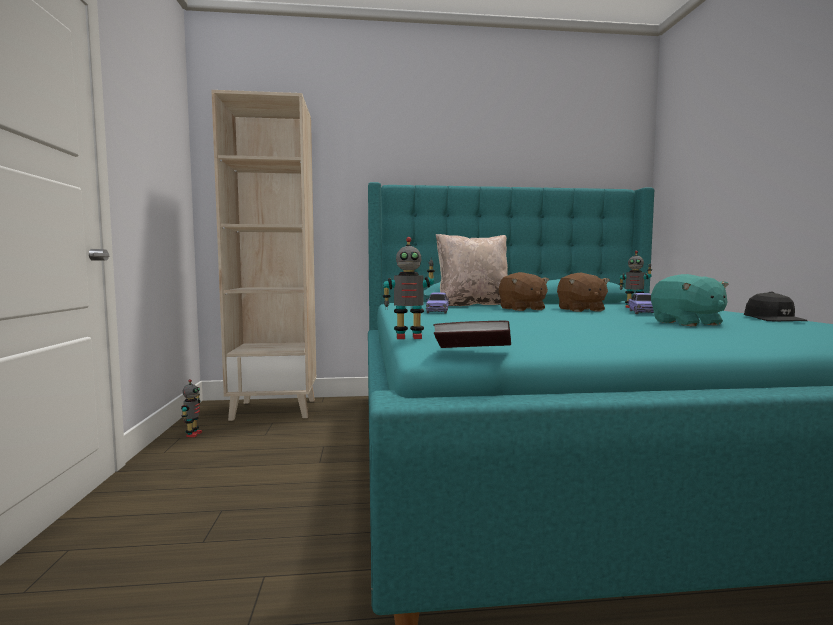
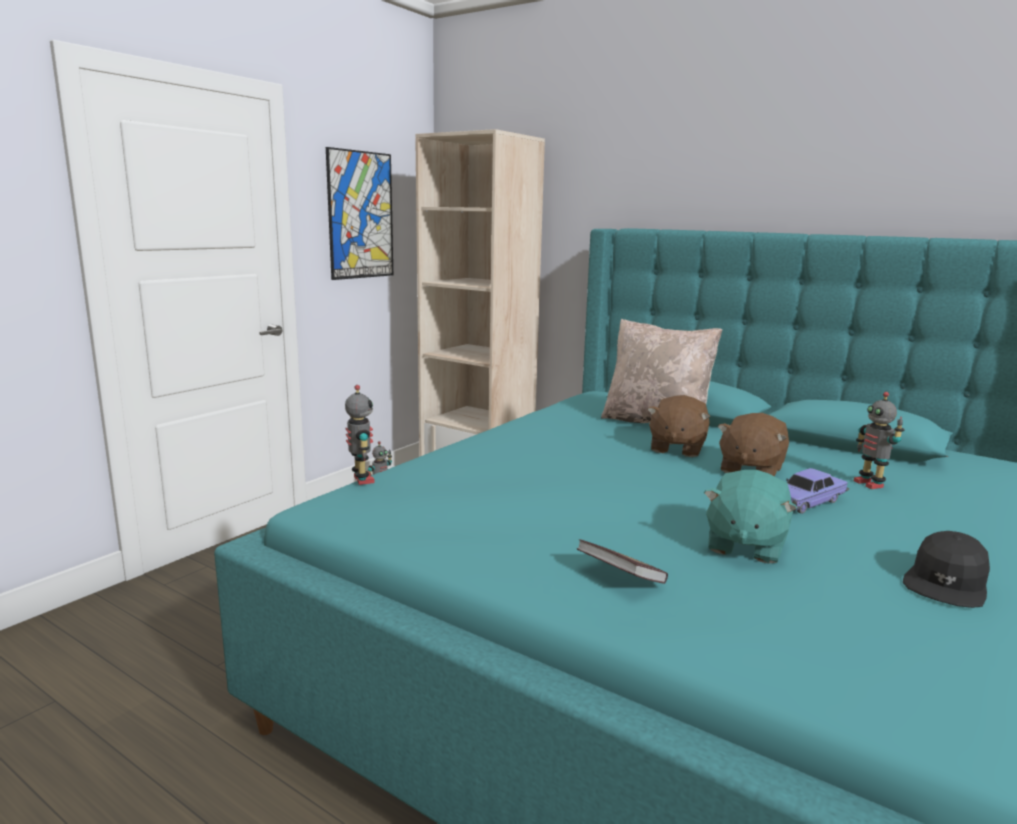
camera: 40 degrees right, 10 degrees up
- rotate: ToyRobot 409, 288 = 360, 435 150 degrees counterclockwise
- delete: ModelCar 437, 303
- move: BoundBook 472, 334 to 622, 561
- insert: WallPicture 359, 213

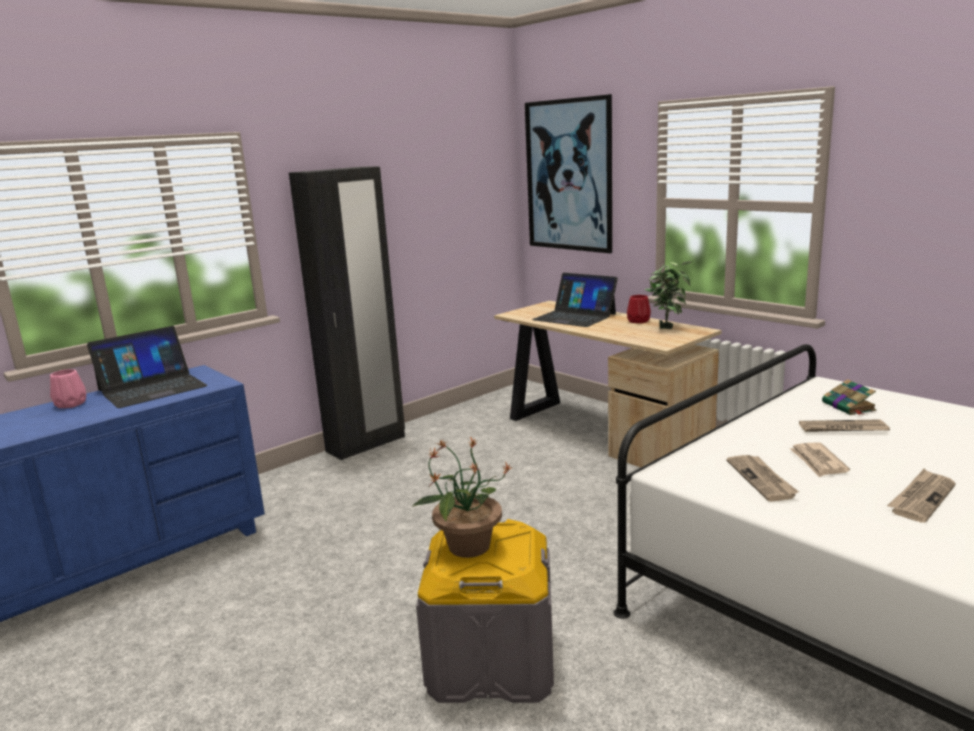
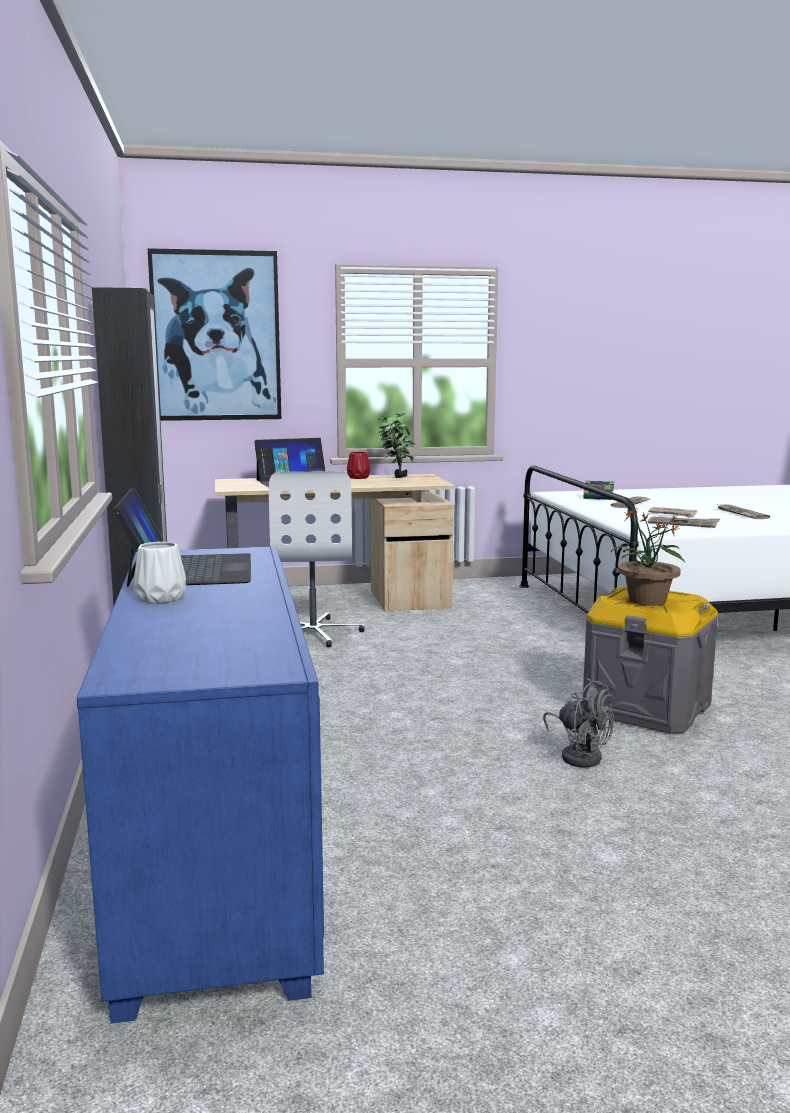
camera: 60 degrees left, 5 degrees down
- recolor: PinkColouredDecorativeVase 68, 388 to WhitishDecorativeVase 160, 573
- insert: WhitishOfficeChair 317, 559
- insert: GrayCoolingFan 578, 723

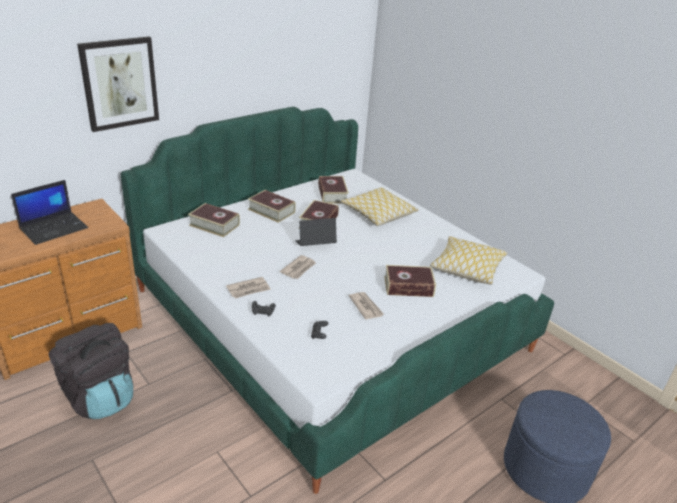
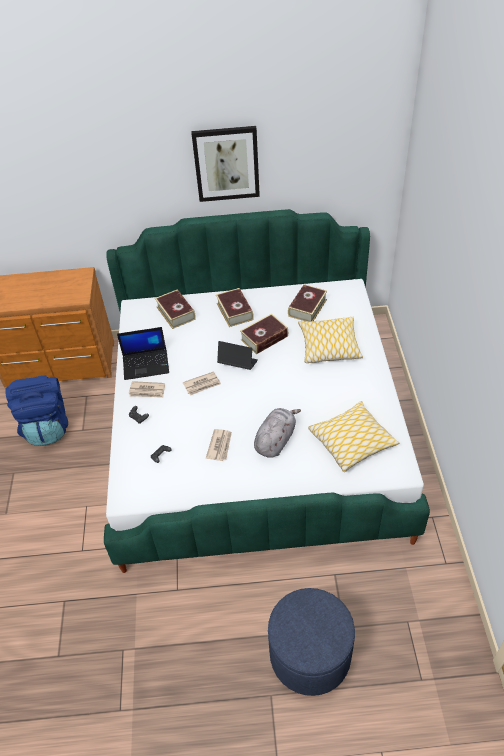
camera: 40 degrees right, 15 degrees up
- move: WallPicture 118, 84 to 225, 164
- move: PortableComputer 49, 212 to 143, 353
- replace: BoundBook 410, 281 to GrayPlushToy 277, 433
- recolor: BlackishBackpack 91, 371 to BlueColouredBackpack 36, 410

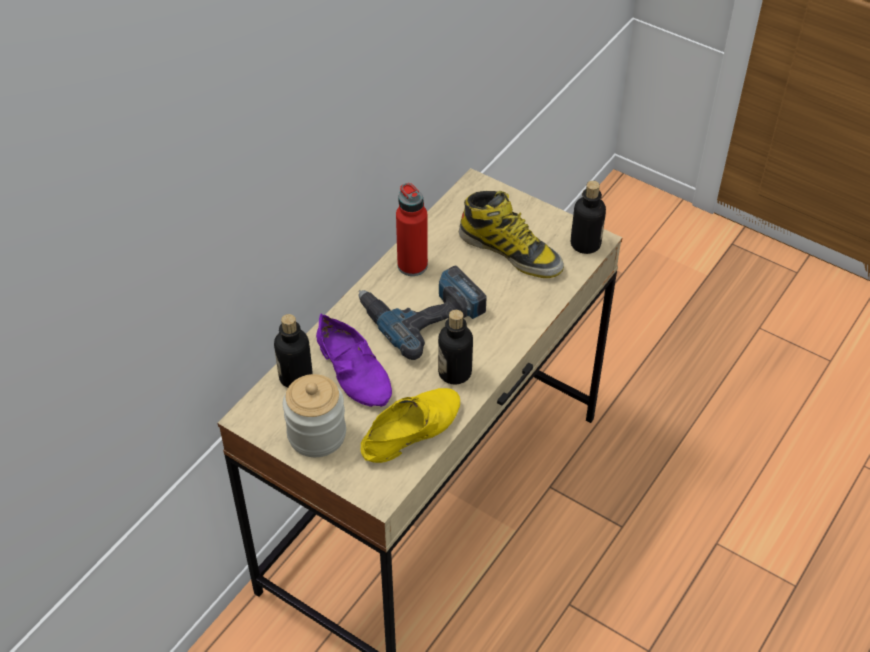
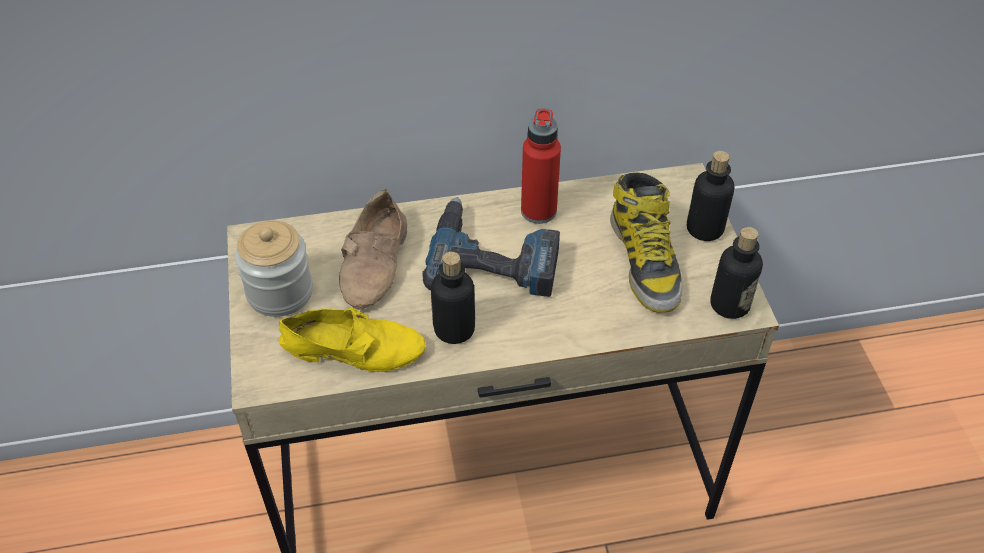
camera: 45 degrees right, 0 degrees up
- recolor: PurpleColouredLowShoe 354, 360 to BeigeLowShoe 373, 249
- move: DrinkBottle 293, 351 to 711, 196

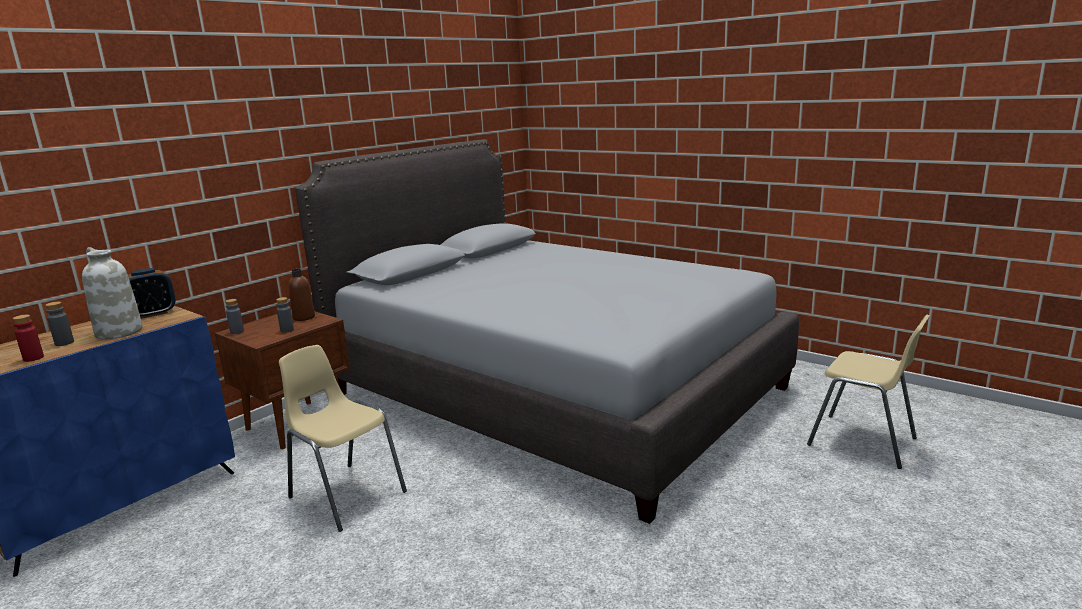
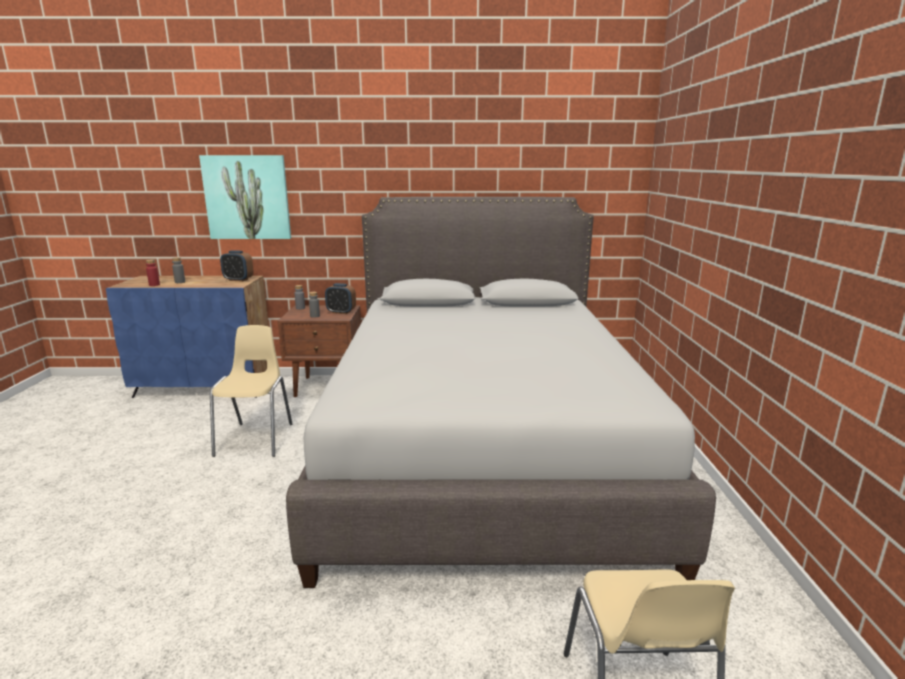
camera: 50 degrees right, 0 degrees up
- delete: WhitishDecorativeVase 112, 293
- replace: BrownishDrinkBottle 301, 295 to BedsideClock 340, 298
- insert: WallPicture 245, 197

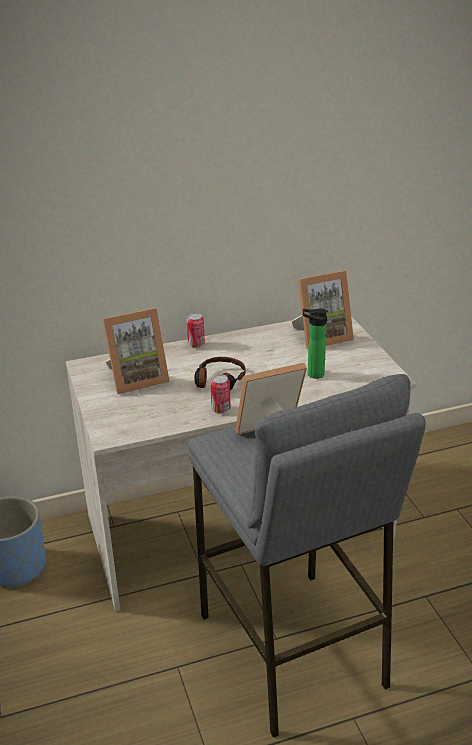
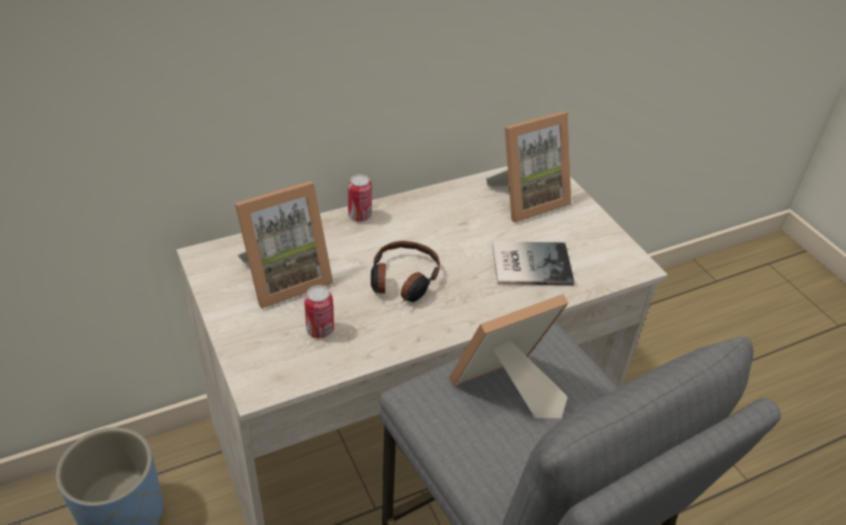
camera: 10 degrees left, 10 degrees up
- replace: DrinkBottle 315, 343 to BoundBook 533, 263
- move: SealedCan 220, 393 to 319, 312

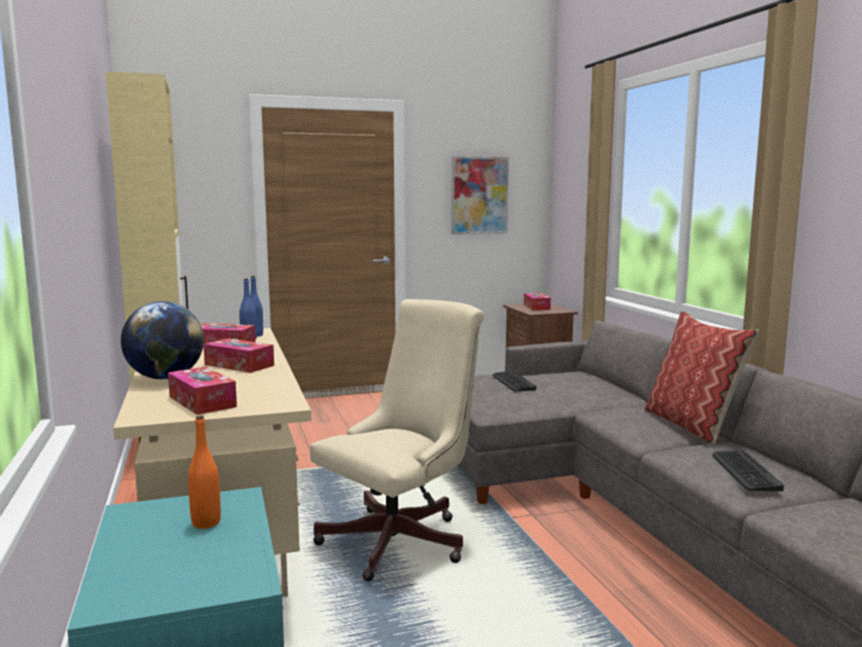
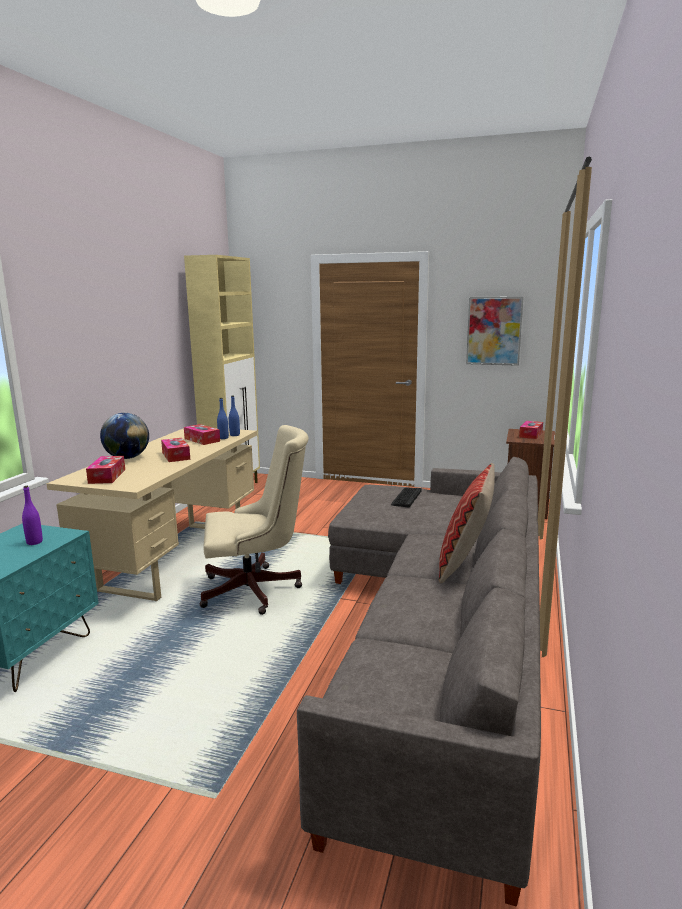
camera: 35 degrees right, 5 degrees up
- recolor: OrangeDrinkBottle 204, 472 to PurpleColouredDrinkBottle 32, 515
- delete: PcKeyboard 748, 470

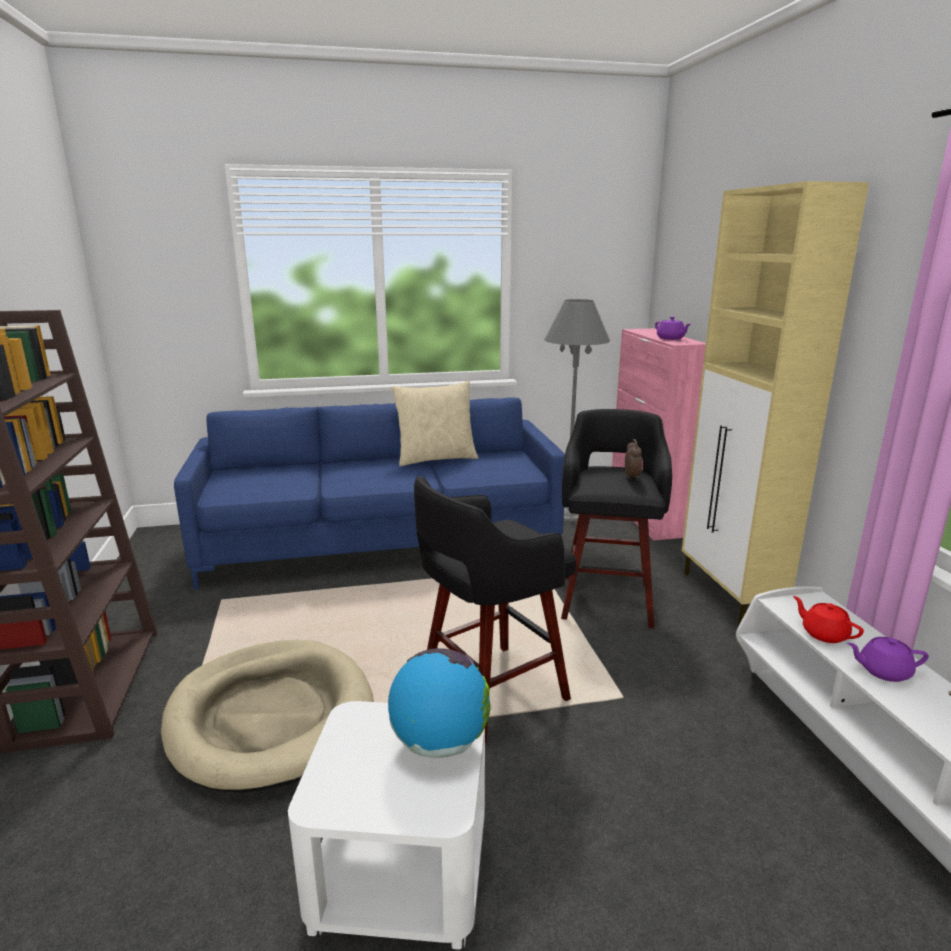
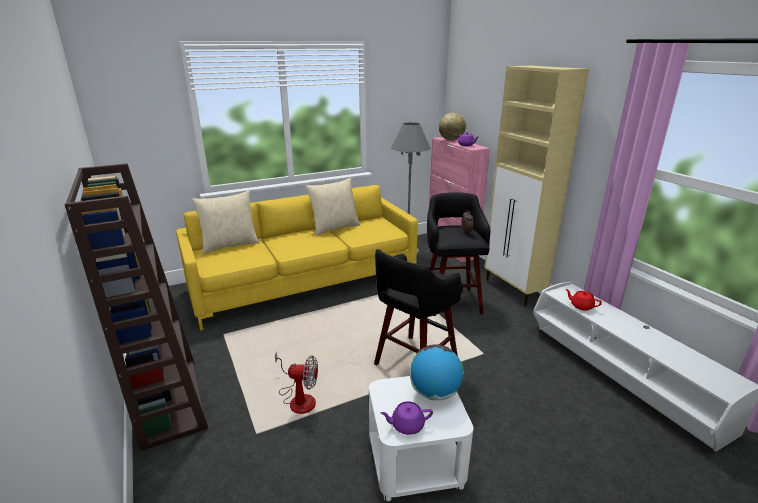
camera: 15 degrees left, 5 degrees up
- recolor: BlueColouredCouch 369, 493 to YellowishCouch 297, 258
- move: PurpleColouredPotForTea 888, 659 to 406, 418
- replace: BeigeDogBed 267, 716 to CoolingFan 296, 383
- insert: Globe 452, 126
- insert: BeigeThrowPillow 226, 222

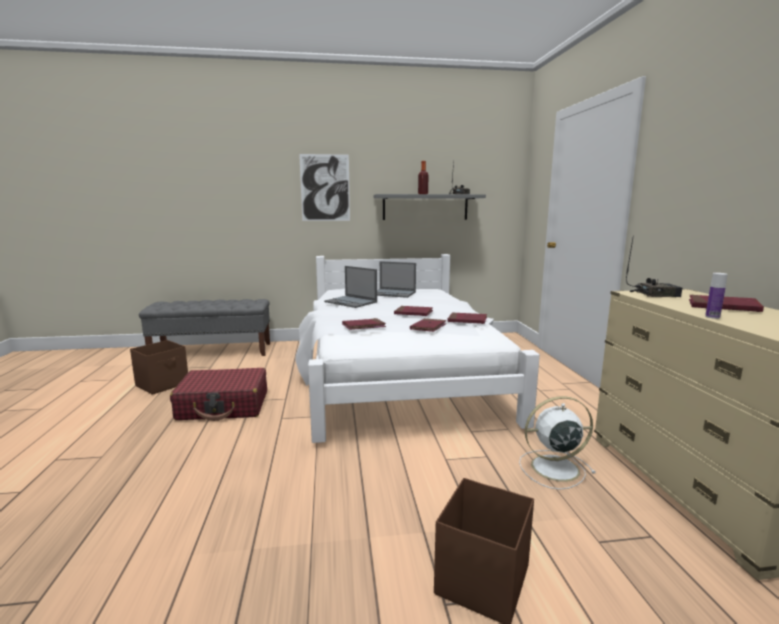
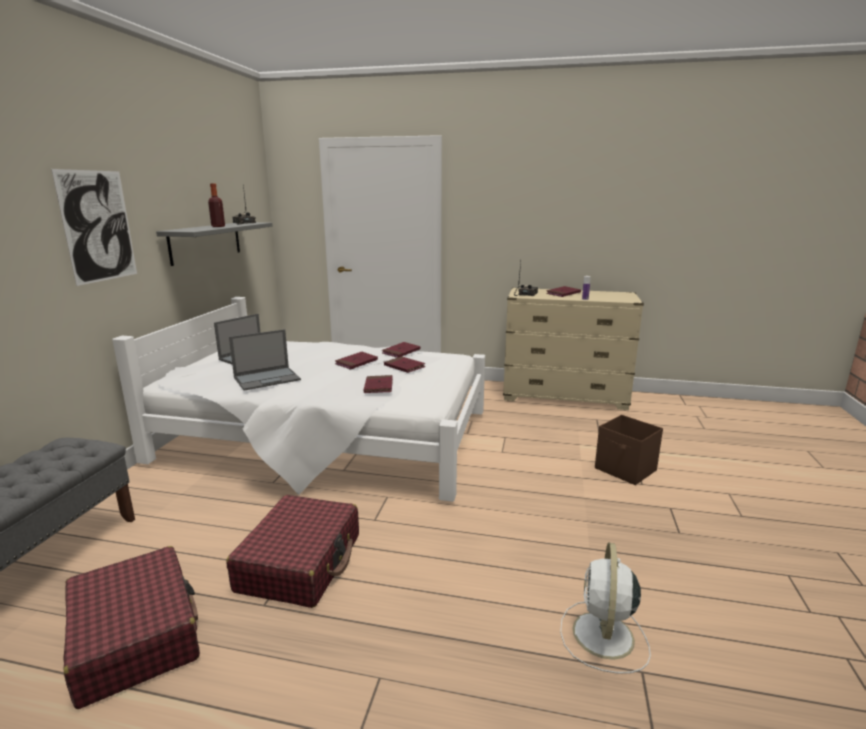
camera: 70 degrees left, 5 degrees up
- replace: BrownishStorageBin 159, 367 to RedSuitcase 131, 627
- move: WhitishCoolingFan 557, 443 to 605, 608

